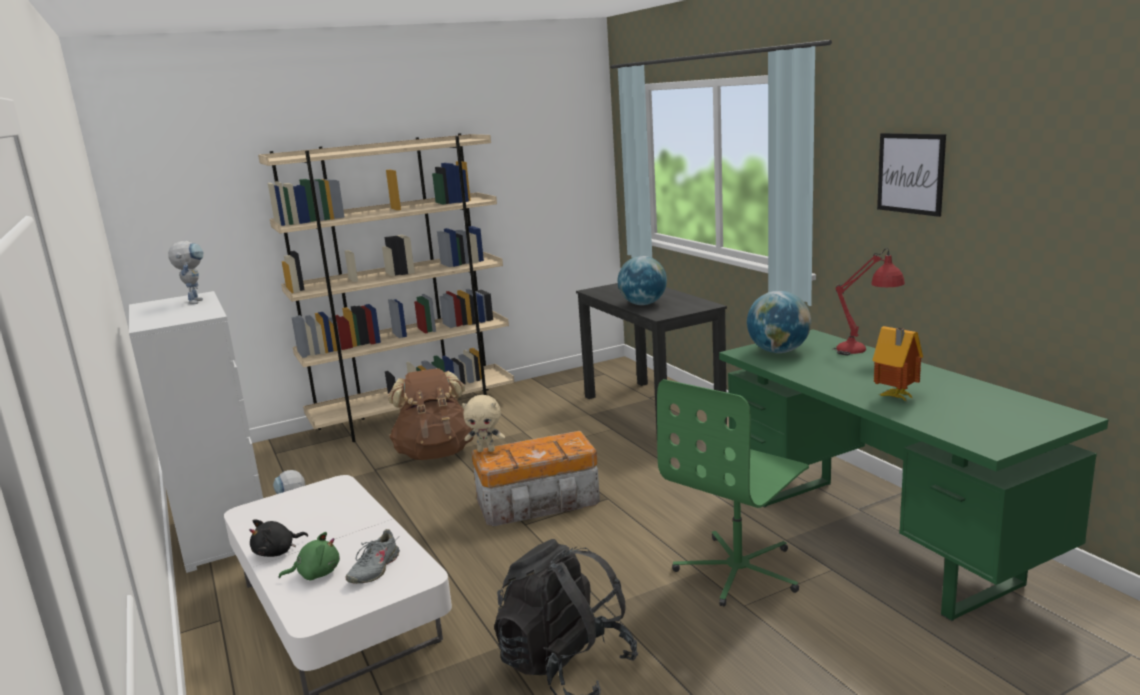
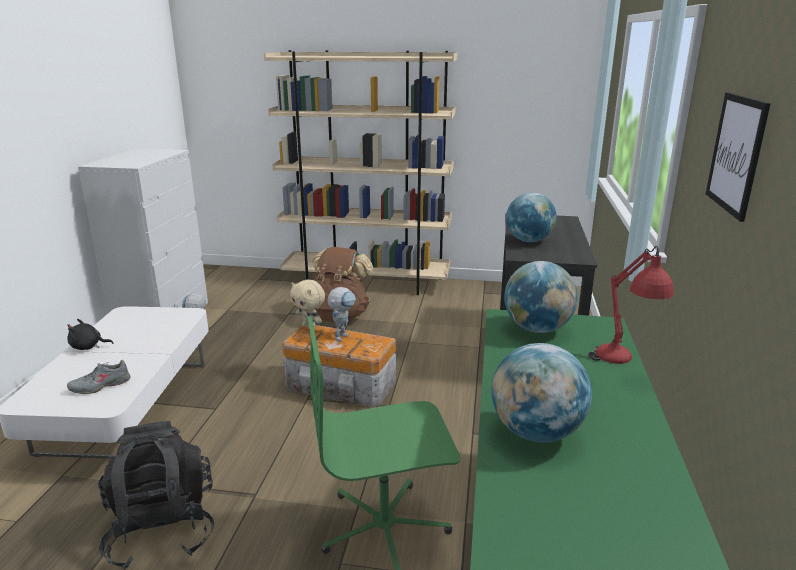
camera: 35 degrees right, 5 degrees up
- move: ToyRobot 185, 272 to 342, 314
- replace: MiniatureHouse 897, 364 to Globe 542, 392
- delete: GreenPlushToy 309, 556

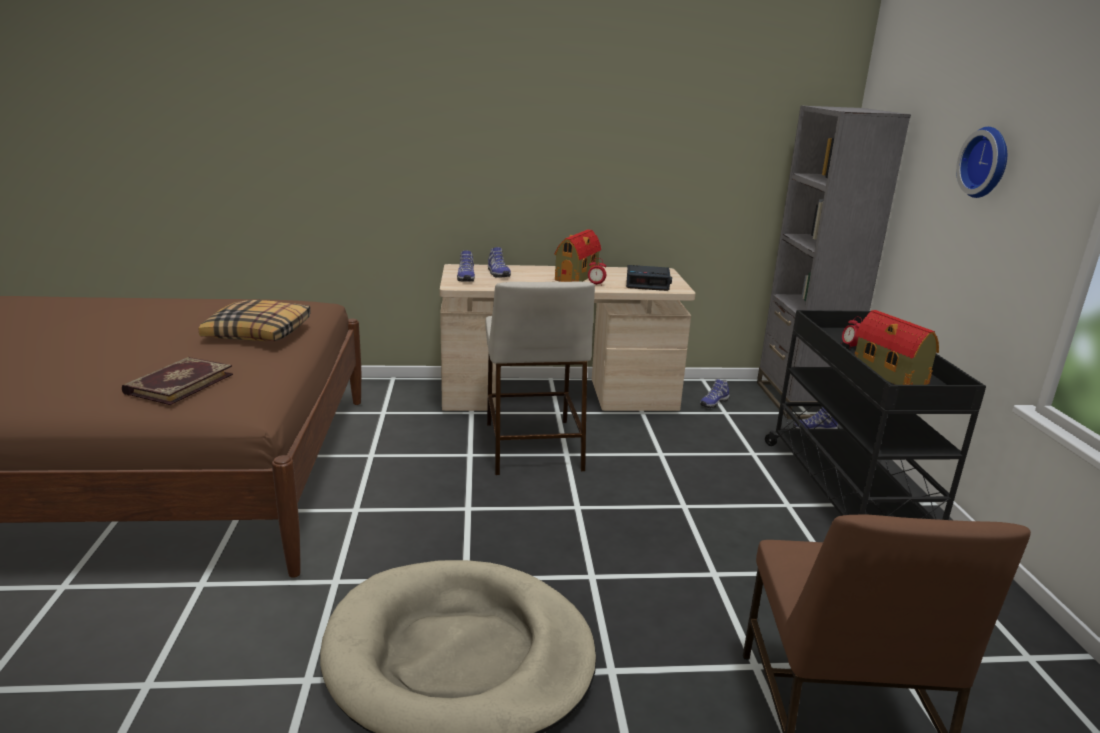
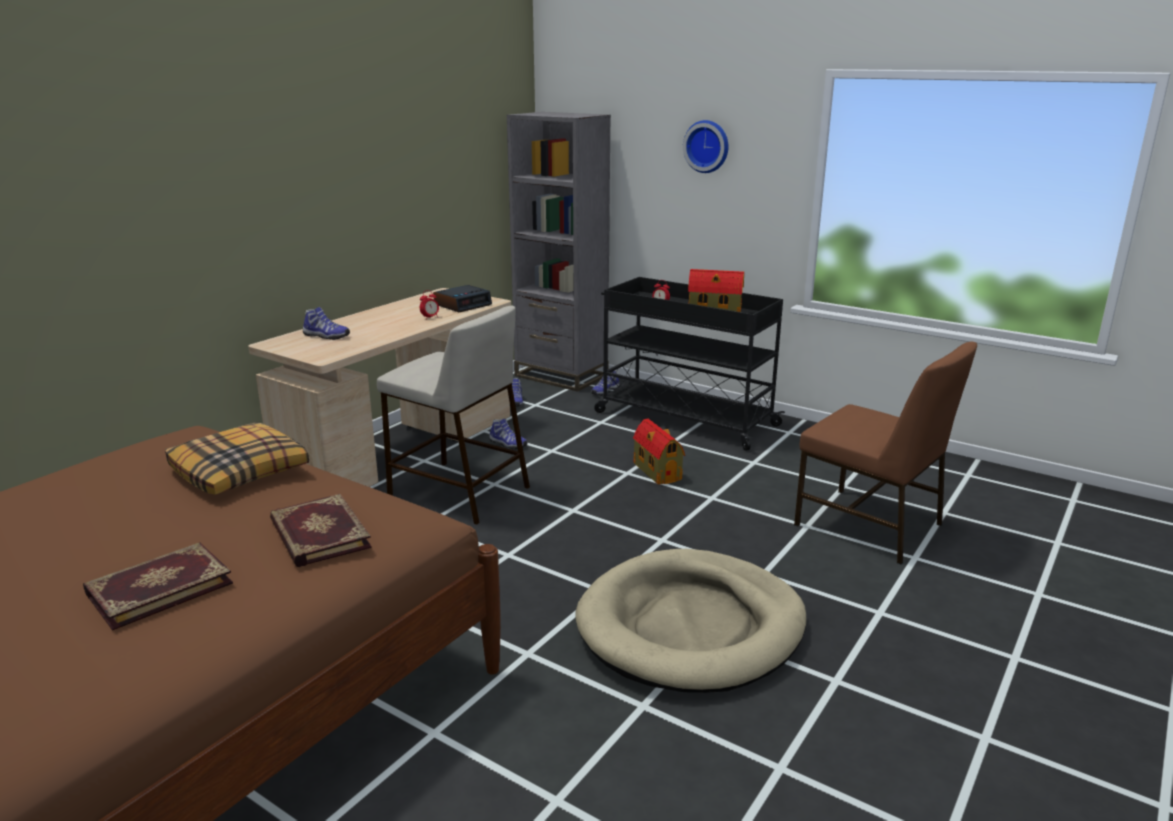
camera: 50 degrees left, 0 degrees up
- move: MiniatureHouse 578, 255 to 659, 452
- move: LowShoe 466, 266 to 508, 433
- insert: BoundBook 158, 586

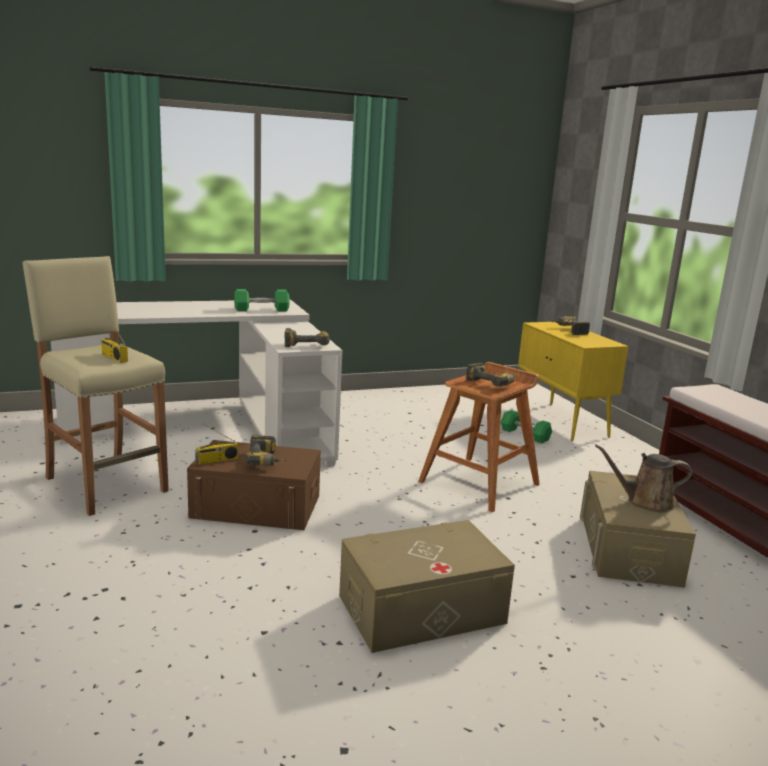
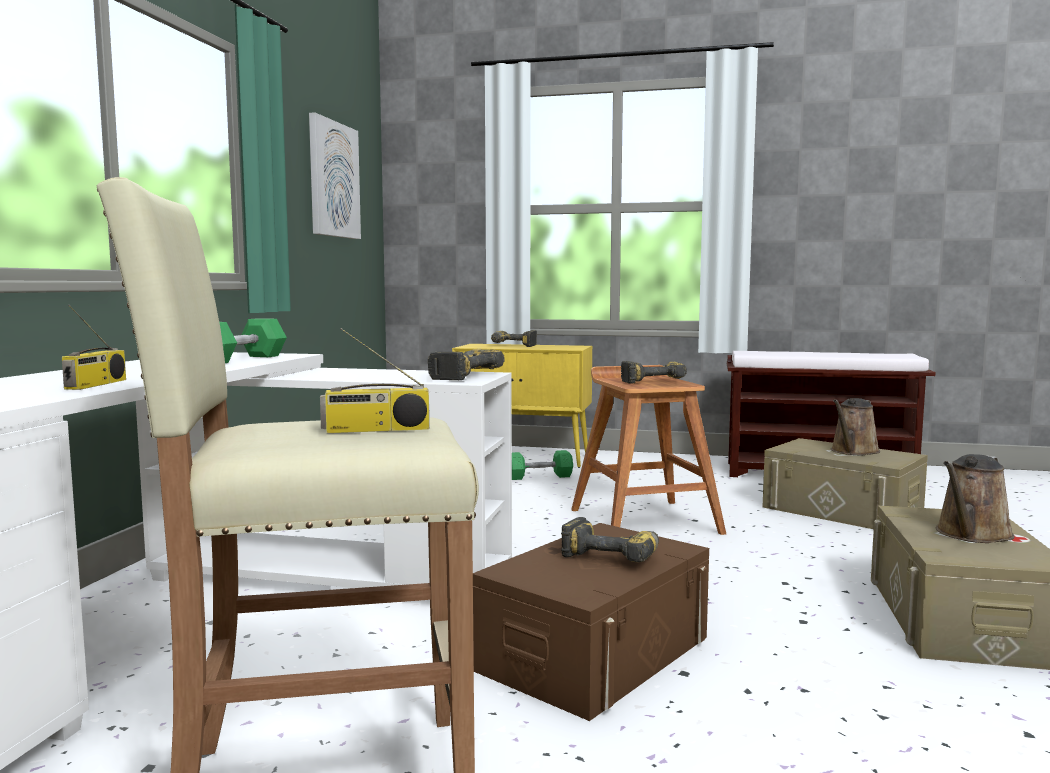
camera: 55 degrees left, 10 degrees down
- move: RadioSet 216, 444 to 94, 347
- insert: WallPicture 335, 175
- insert: BrownishWateringPot 975, 498

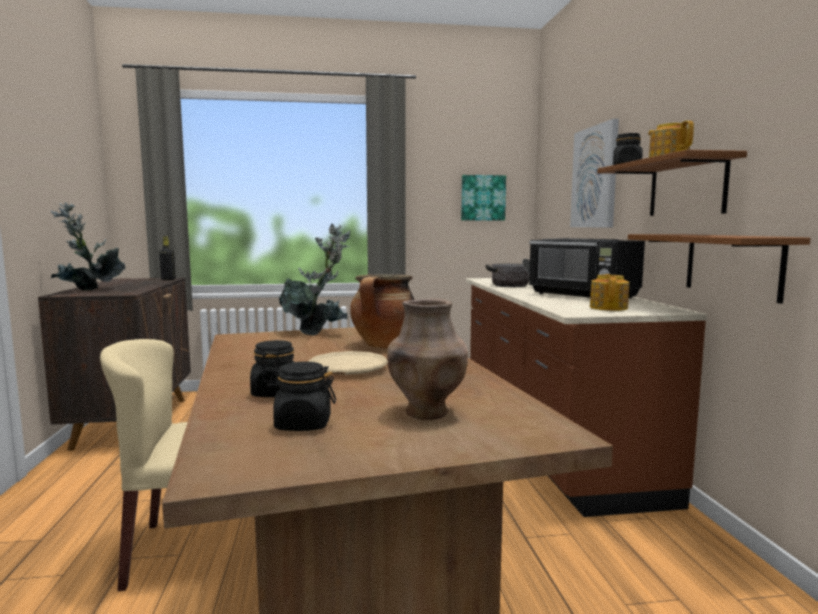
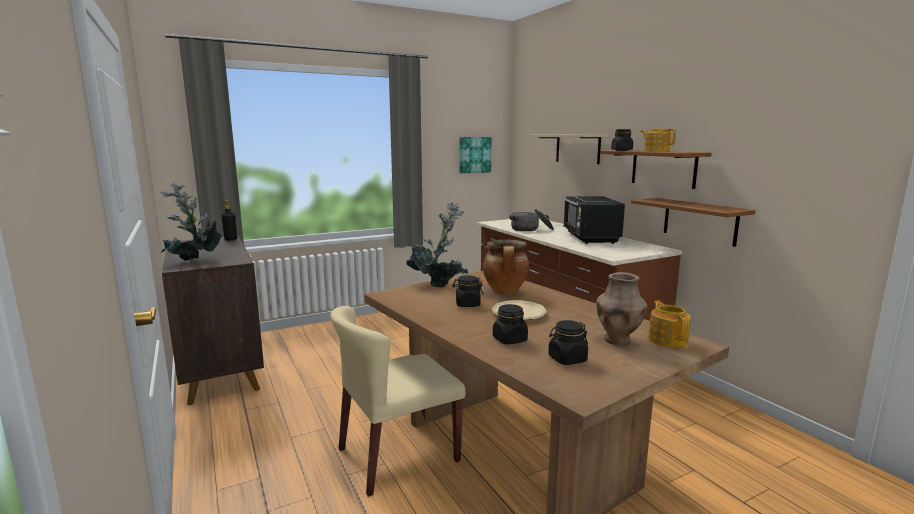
camera: 20 degrees left, 5 degrees up
- replace: WallPicture 594, 173 to BeigeBracketShelf 569, 149
- rotate: BlackishMicrowaveOven 587, 268 = 594, 220 60 degrees clockwise
- move: PotForTea 609, 292 to 669, 324
- insert: BlackishPreserveJar 467, 291

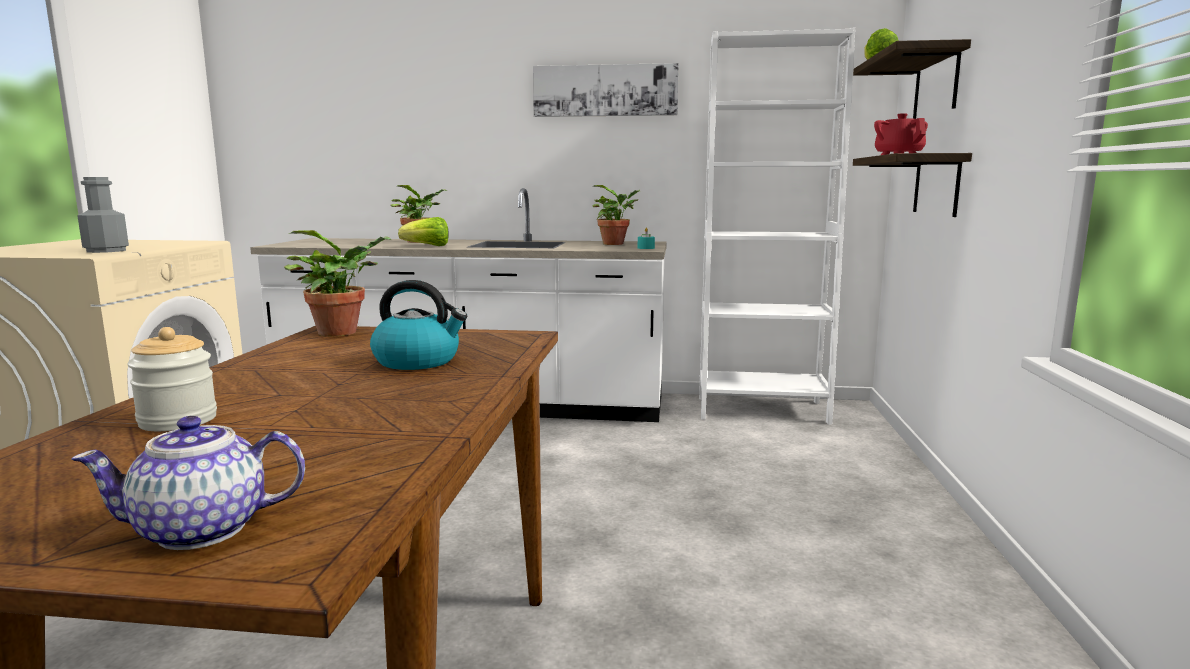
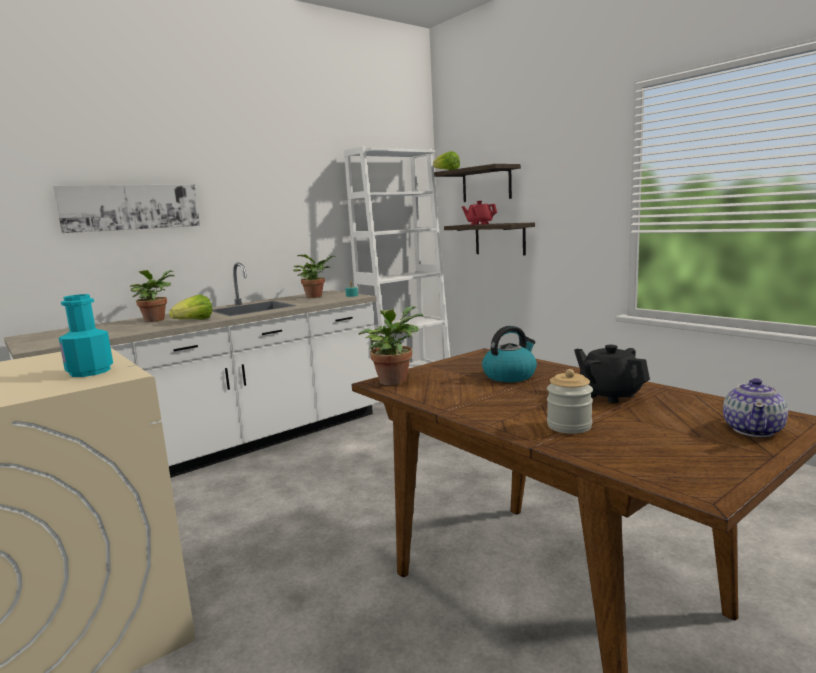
camera: 45 degrees left, 0 degrees up
- move: WallPicture 606, 90 to 126, 208
- recolor: GrayDrinkBottle 103, 215 to BlueGreenDrinkBottle 86, 335
- insert: BlackishPotForTea 612, 374

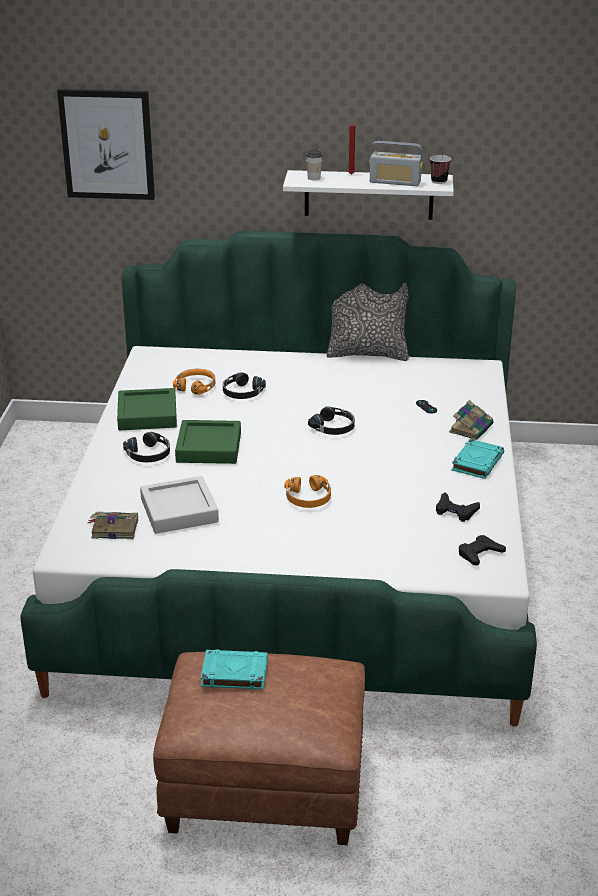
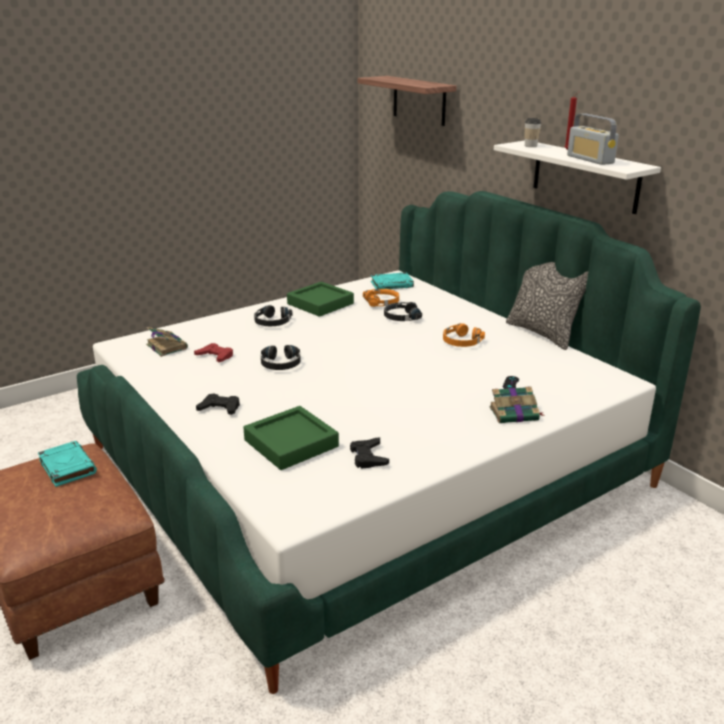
camera: 50 degrees right, 5 degrees down
- replace: WallPicture 106, 144 to BracketShelf 407, 101
- delete: SmallCup 440, 169
- move: BlackishHeadset 331, 420 to 281, 357
- move: GreenServingTray 208, 442 to 291, 438
- move: BlueGreenBoundBook 477, 459 to 392, 280
- move: OrangeHeadset 308, 491 to 464, 335
- replace: GrayServingTray 179, 505 to RedGamepad 213, 352
- move: BlackishGamepad 482, 550 to 218, 404

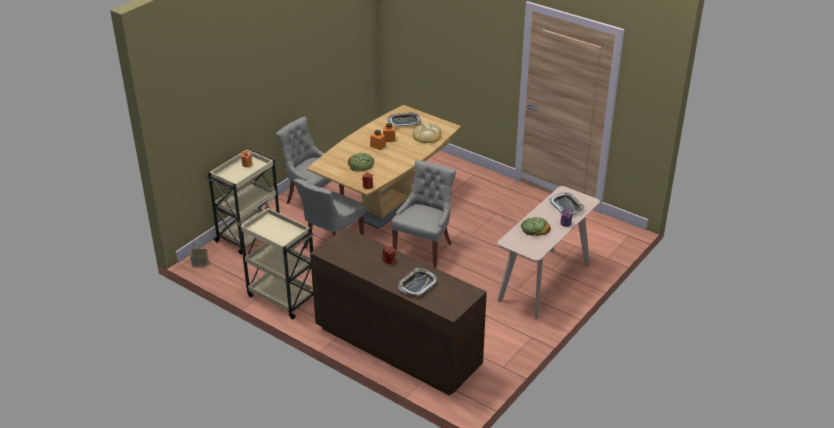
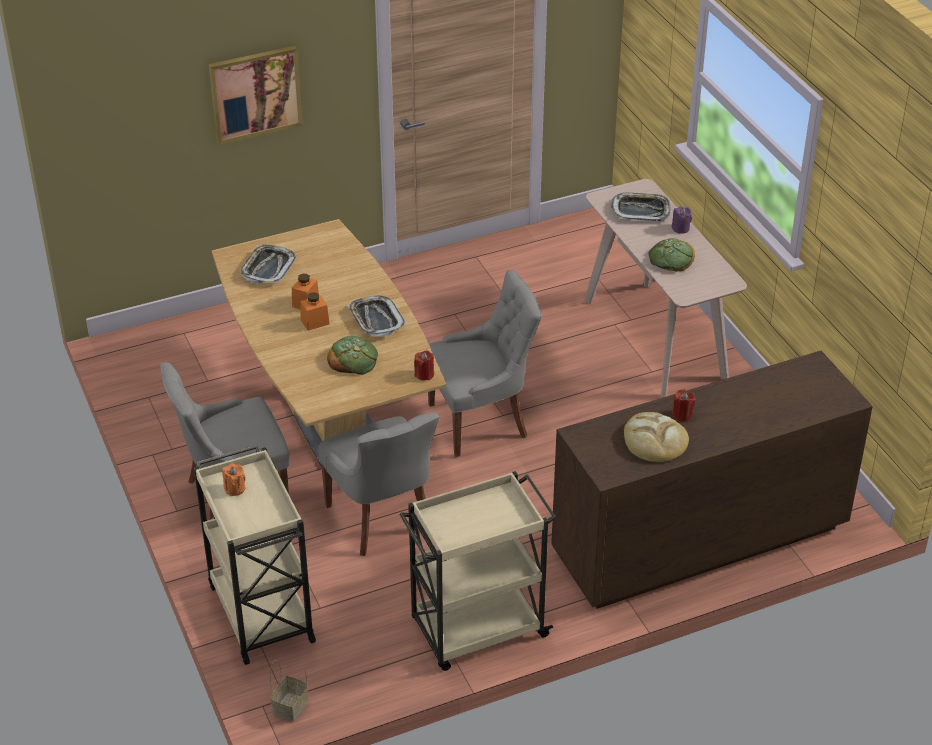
camera: 60 degrees left, 5 degrees up
- move: Bread 426, 133 to 656, 437
- rotate: GrayUprightChair 423, 214 = 485, 363 105 degrees clockwise
- move: ServingTray 418, 282 to 377, 316
- insert: WallPicture 256, 95

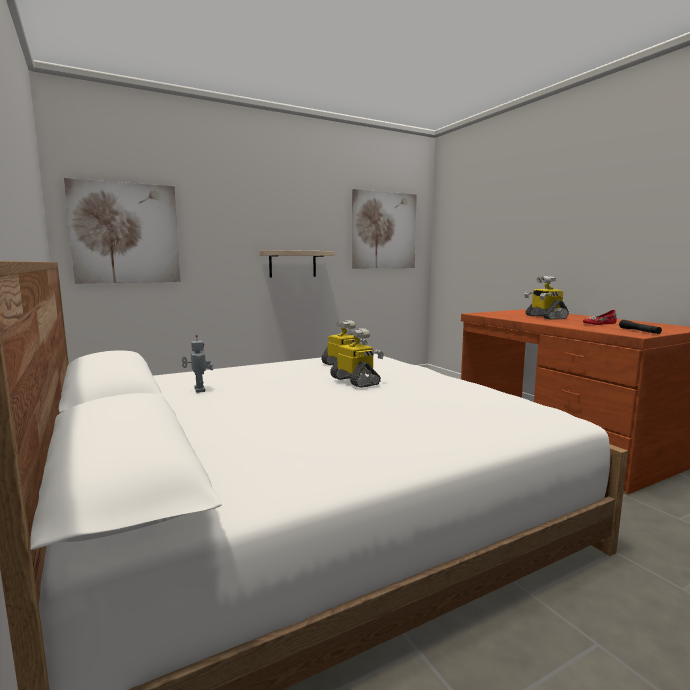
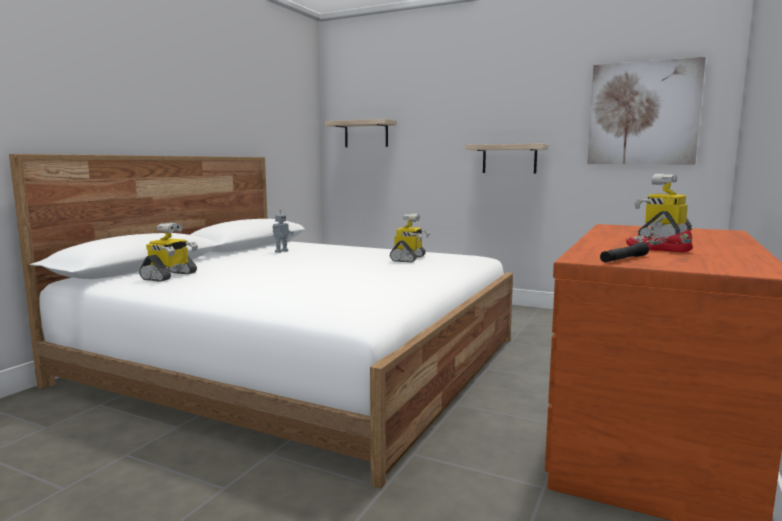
camera: 55 degrees right, 0 degrees up
- replace: WallPicture 122, 231 to BracketShelf 360, 133
- move: ToyRobot 357, 358 to 168, 252

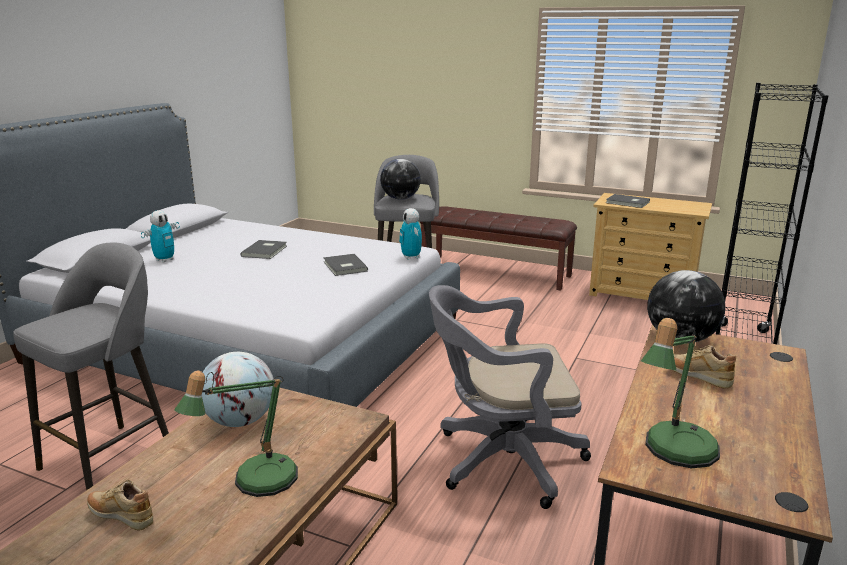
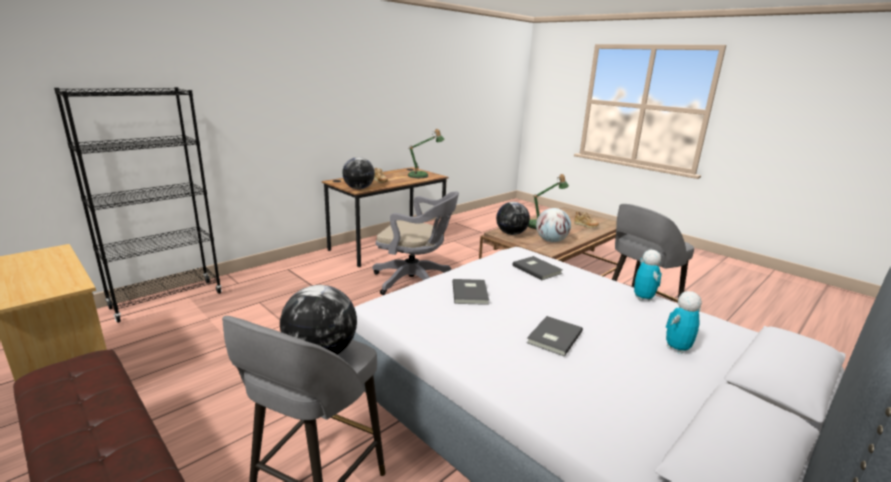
camera: 160 degrees left, 0 degrees up
- move: GrayBoundBook 628, 201 to 537, 268
- move: ToyRobot 410, 234 to 648, 275
- insert: Globe 513, 218

